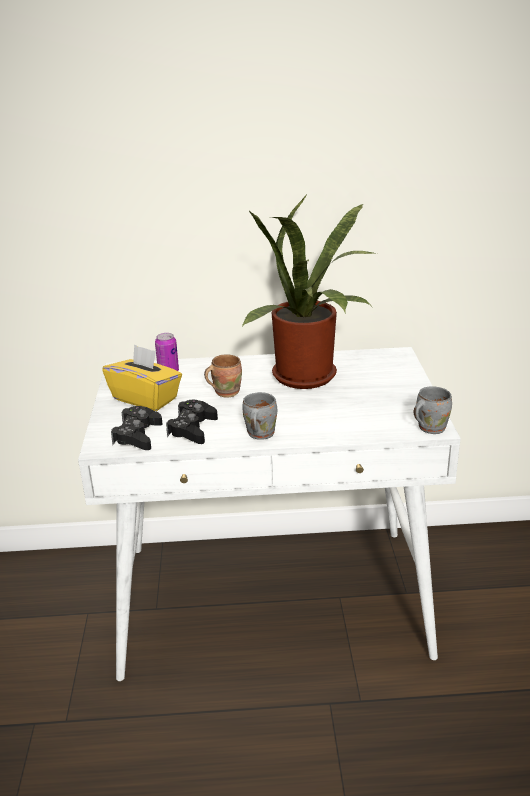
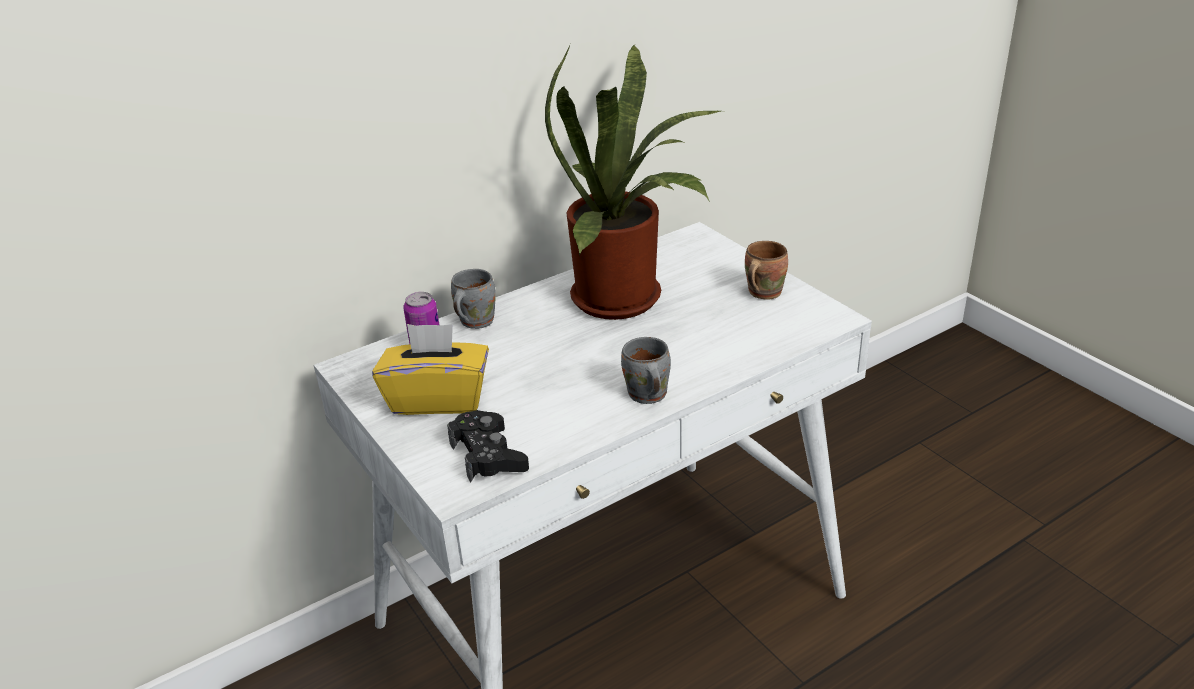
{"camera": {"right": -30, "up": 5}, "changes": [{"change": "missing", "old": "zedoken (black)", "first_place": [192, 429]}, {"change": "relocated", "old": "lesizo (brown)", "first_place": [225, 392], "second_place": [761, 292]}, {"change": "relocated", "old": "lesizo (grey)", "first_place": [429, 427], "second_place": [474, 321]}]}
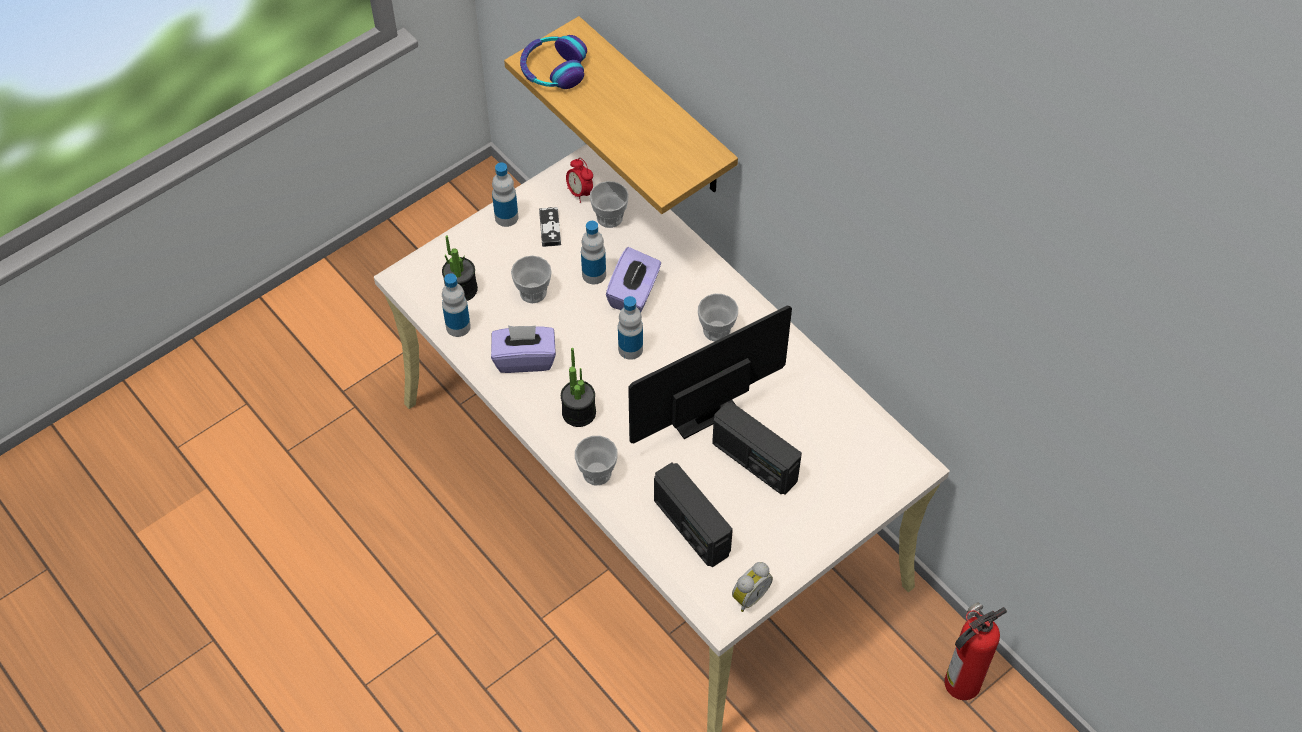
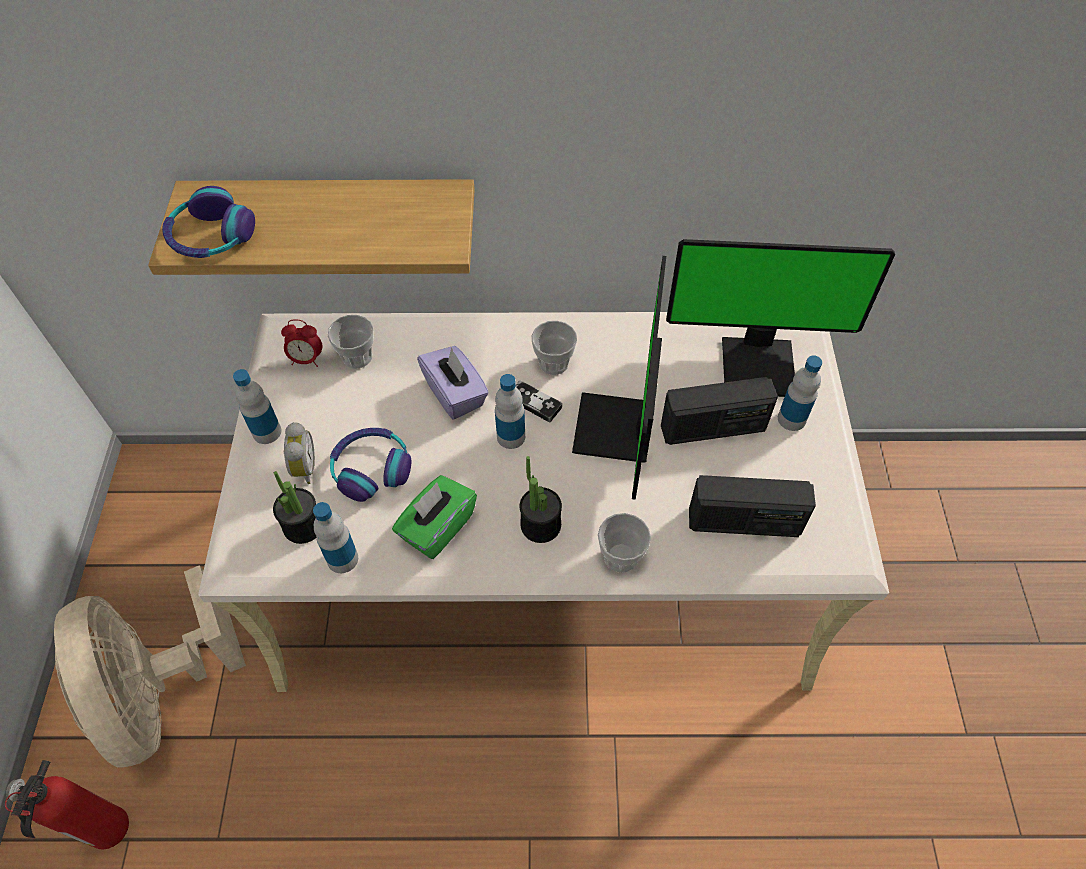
{"camera": {"right": -50, "up": 0}, "changes": [{"change": "colour", "old": "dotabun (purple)", "new": "dotabun (green)", "first_place": [524, 359], "second_place": [437, 527]}, {"change": "exchanged", "old": "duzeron", "new": "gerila", "first_place": [533, 292], "second_place": [371, 469]}, {"change": "relocated", "old": "zedoken", "first_place": [550, 228], "second_place": [534, 403]}, {"change": "relocated", "old": "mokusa", "first_place": [594, 274], "second_place": [791, 419]}, {"change": "relocated", "old": "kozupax", "first_place": [749, 596], "second_place": [303, 468]}, {"change": "relocated", "old": "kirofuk", "first_place": [960, 684], "second_place": [107, 831]}, {"change": "appeared", "new": "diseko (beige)", "second_place": [162, 691]}, {"change": "appeared", "new": "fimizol", "second_place": [758, 364]}]}
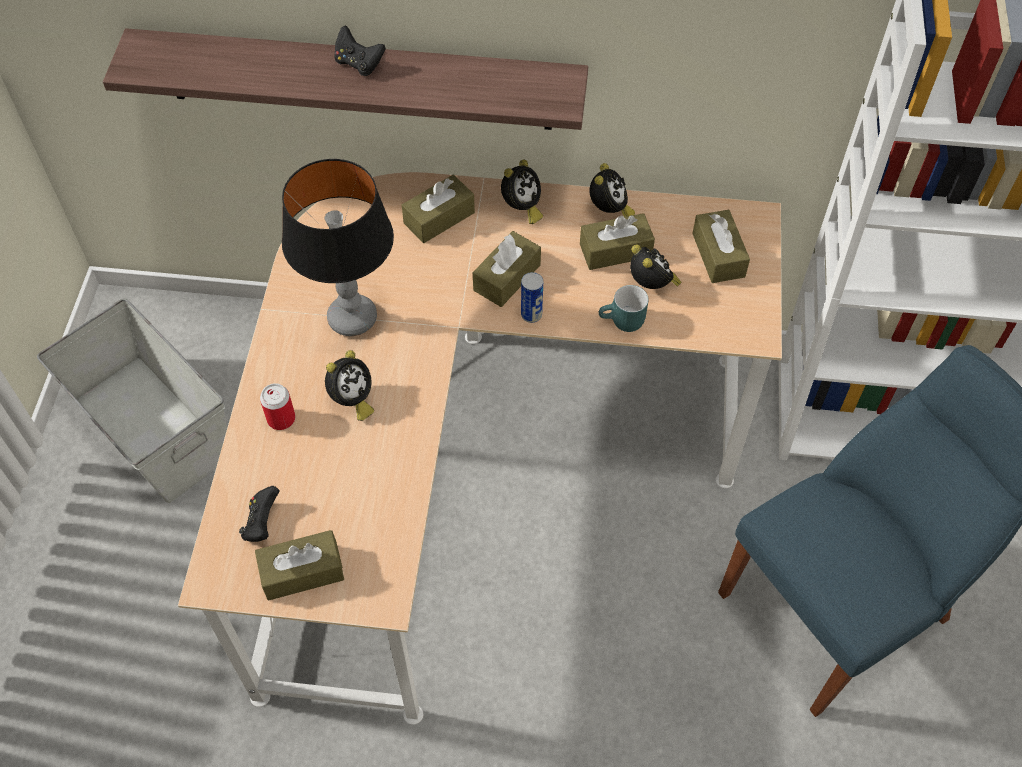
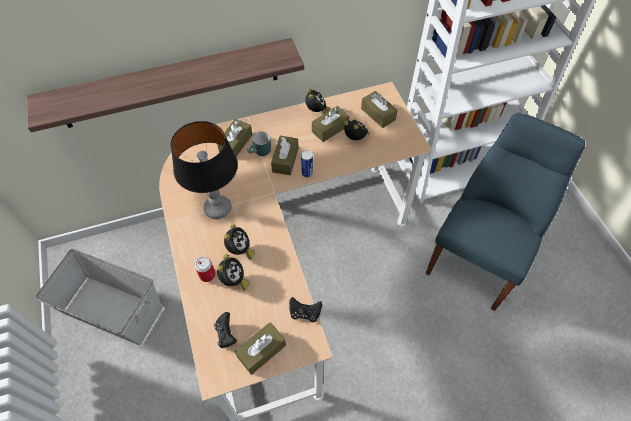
{"camera": {"right": -25, "up": 0}, "changes": [{"change": "relocated", "old": "zedoken (black)", "first_place": [359, 64], "second_place": [305, 313]}, {"change": "relocated", "old": "kozupax", "first_place": [521, 208], "second_place": [234, 281]}, {"change": "relocated", "old": "lesizo (turquoise)", "first_place": [623, 323], "second_place": [260, 152]}]}
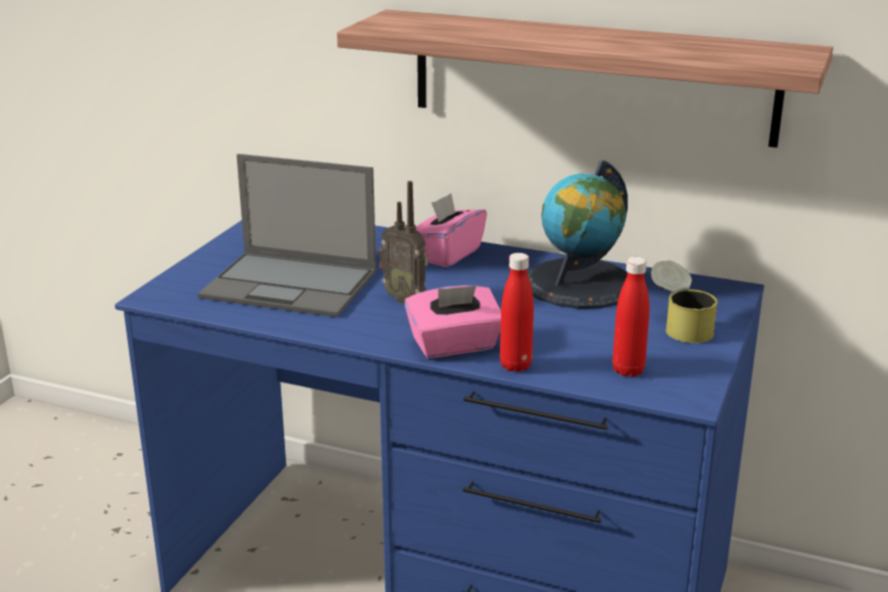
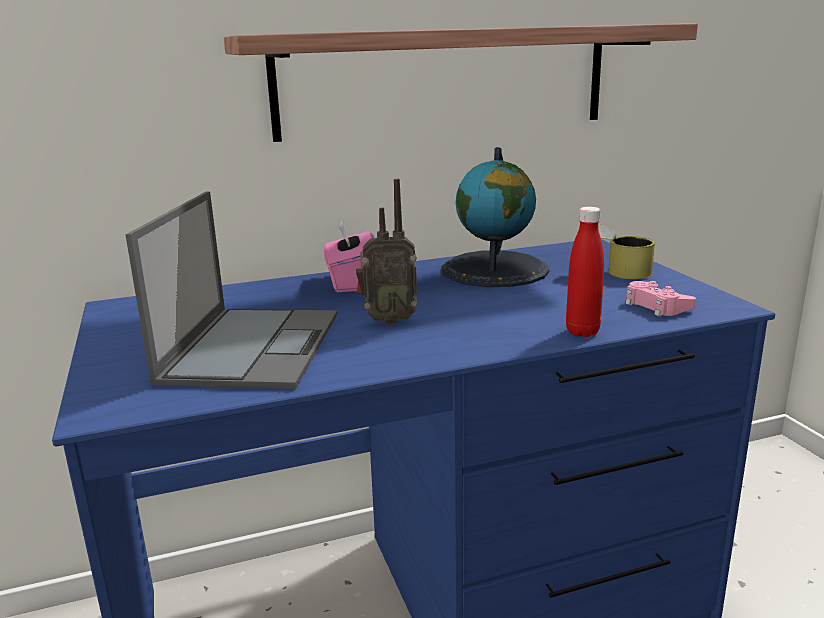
{"camera": {"right": -40, "up": -5}, "changes": [{"change": "spun", "old": "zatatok", "first_place": [292, 285], "second_place": [253, 346], "degrees": -60}, {"change": "missing", "old": "dotabun (pink)", "first_place": [454, 346]}, {"change": "exchanged", "old": "mokusa (red)", "new": "zedoken (pink)", "first_place": [628, 370], "second_place": [656, 306]}]}
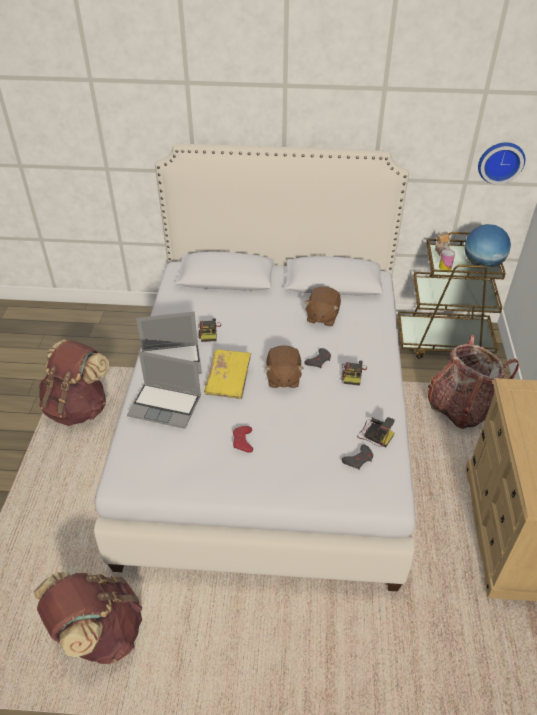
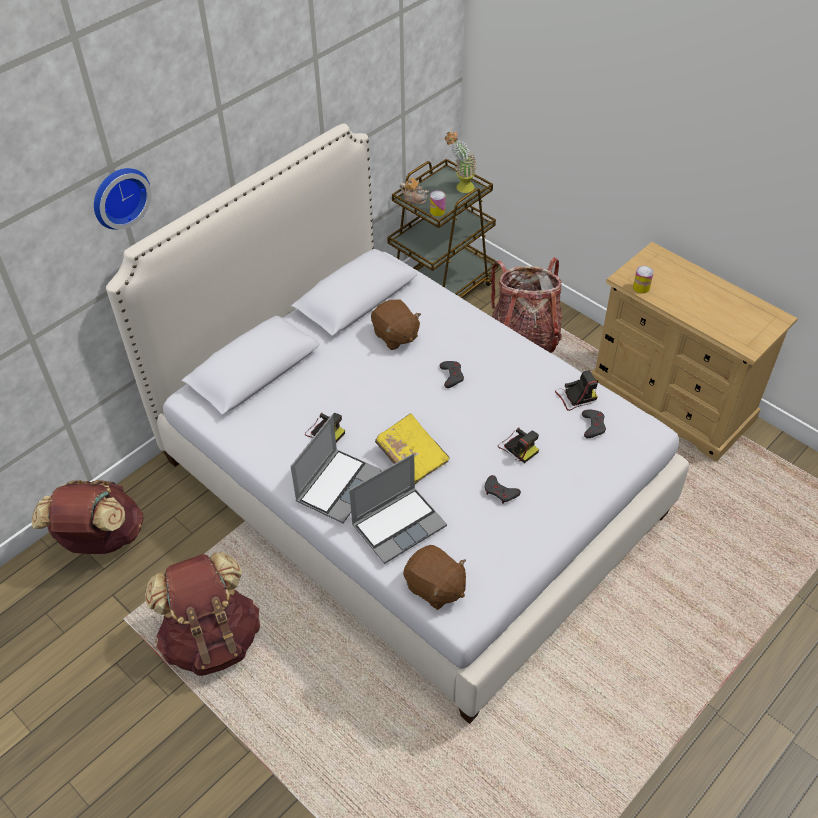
{"camera": {"right": -50, "up": 5}, "changes": [{"change": "relocated", "old": "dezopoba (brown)", "first_place": [99, 632], "second_place": [100, 540]}, {"change": "colour", "old": "zedoken (red)", "new": "zedoken (grey)", "first_place": [243, 441], "second_place": [500, 492]}, {"change": "relocated", "old": "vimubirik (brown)", "first_place": [283, 378], "second_place": [435, 587]}, {"change": "relocated", "old": "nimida", "first_place": [353, 374], "second_place": [518, 447]}, {"change": "exchanged", "old": "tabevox", "new": "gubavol", "first_place": [482, 264], "second_place": [460, 188]}, {"change": "relocated", "old": "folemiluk", "first_place": [500, 161], "second_place": [119, 196]}, {"change": "appeared", "new": "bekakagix", "second_place": [641, 287]}]}
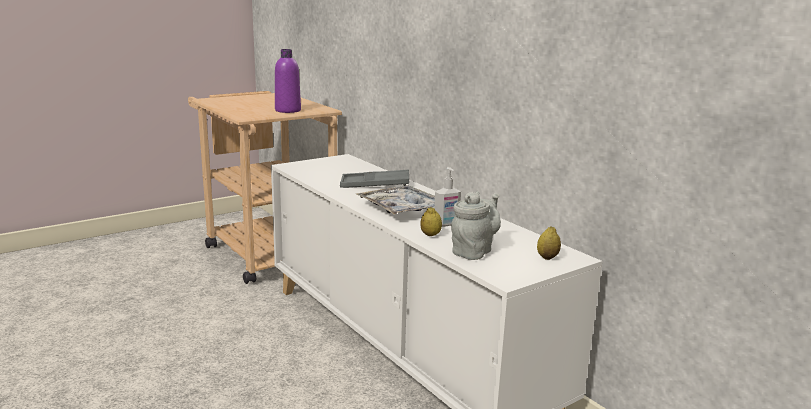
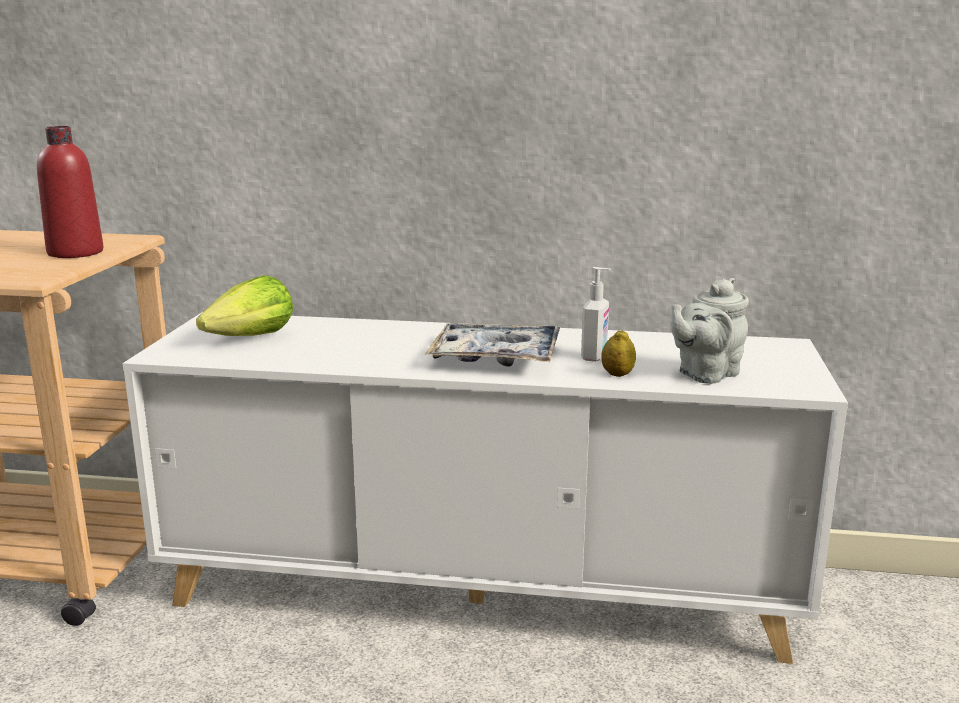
{"camera": {"right": -45, "up": 0}, "changes": [{"change": "colour", "old": "mokusa (purple)", "new": "mokusa (red)", "first_place": [288, 110], "second_place": [75, 253]}, {"change": "missing", "old": "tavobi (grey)", "first_place": [375, 184]}, {"change": "spun", "old": "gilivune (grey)", "first_place": [474, 251], "second_place": [705, 374], "degrees": -120}, {"change": "missing", "old": "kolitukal", "first_place": [547, 257]}, {"change": "appeared", "new": "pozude", "second_place": [252, 338]}]}
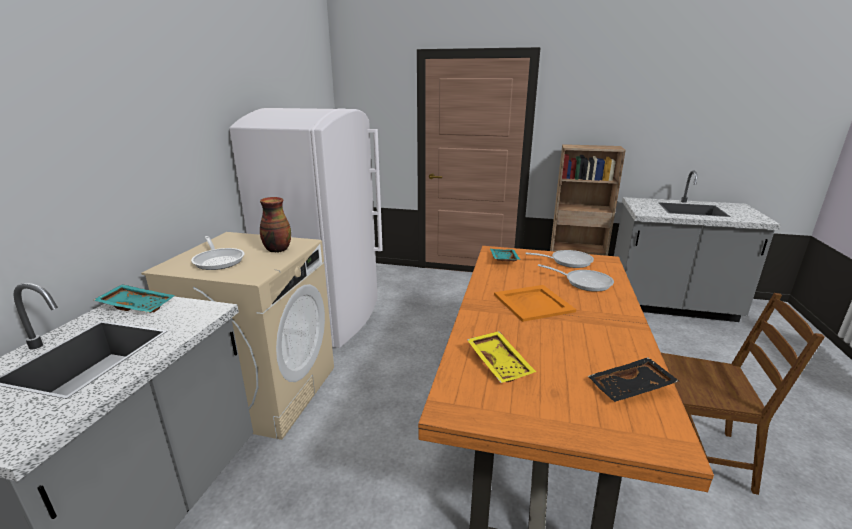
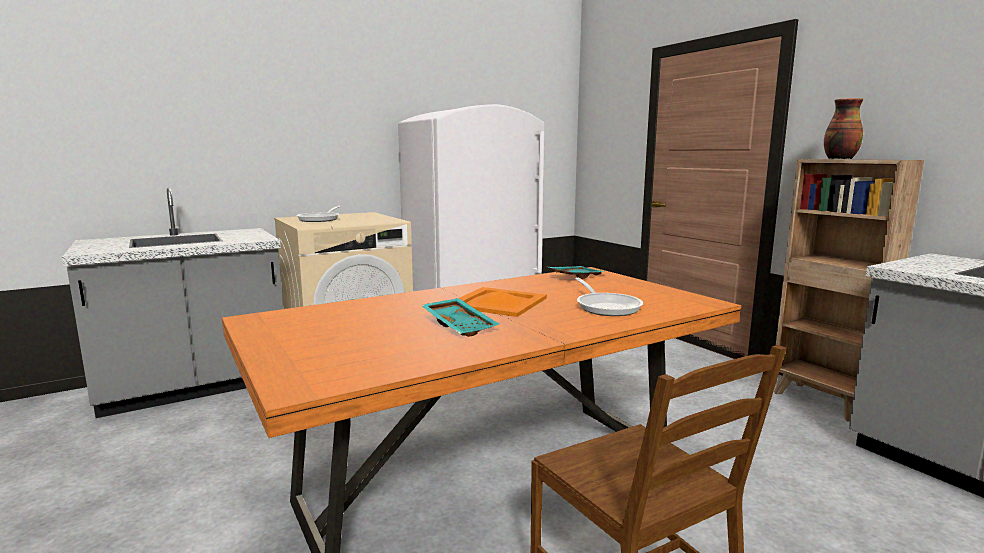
{"camera": {"right": 45, "up": -10}, "changes": [{"change": "relocated", "old": "tavobi (turquoise)", "first_place": [138, 305], "second_place": [460, 325]}, {"change": "relocated", "old": "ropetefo", "first_place": [277, 249], "second_place": [839, 159]}, {"change": "missing", "old": "tavobi (yellow)", "first_place": [500, 363]}, {"change": "missing", "old": "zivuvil", "first_place": [567, 261]}, {"change": "missing", "old": "tavobi (black)", "first_place": [631, 388]}]}
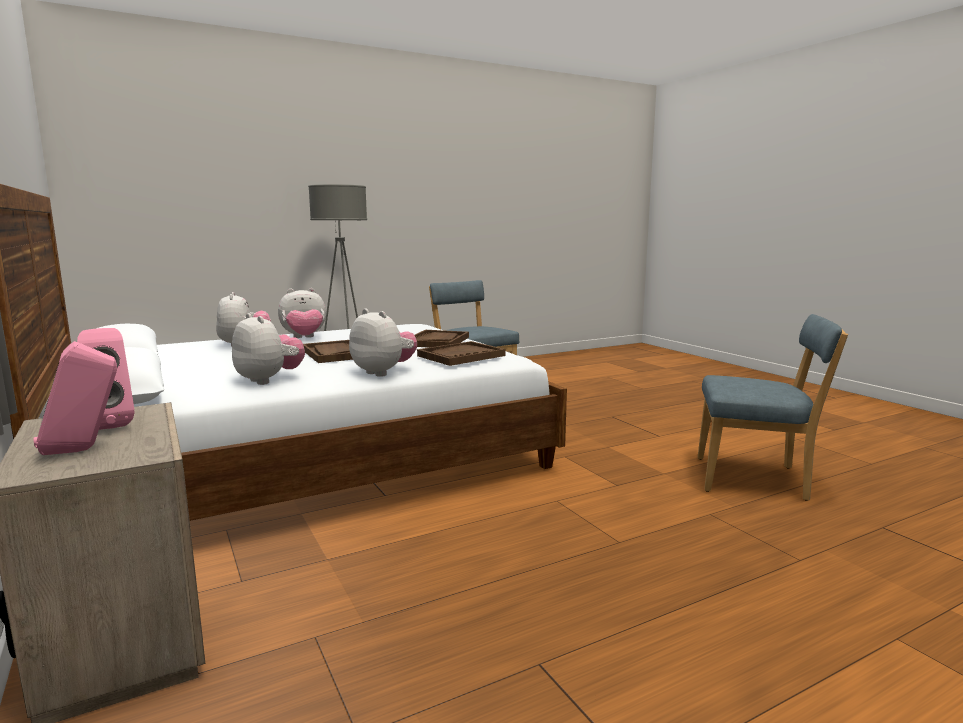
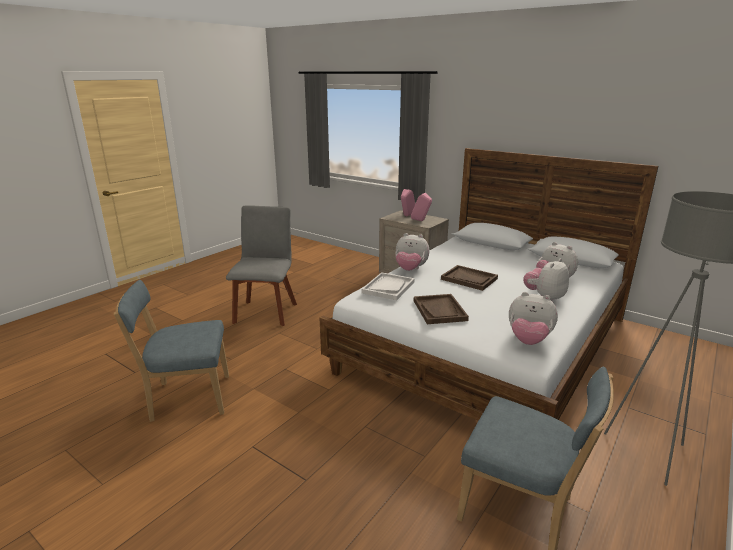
{"camera": {"right": 155, "up": 10}, "changes": [{"change": "relocated", "old": "vimubirik", "first_place": [269, 380], "second_place": [528, 340]}, {"change": "colour", "old": "tavobi (brown)", "new": "tavobi (white)", "first_place": [461, 356], "second_place": [388, 287]}, {"change": "appeared", "new": "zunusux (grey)", "second_place": [266, 311]}]}
